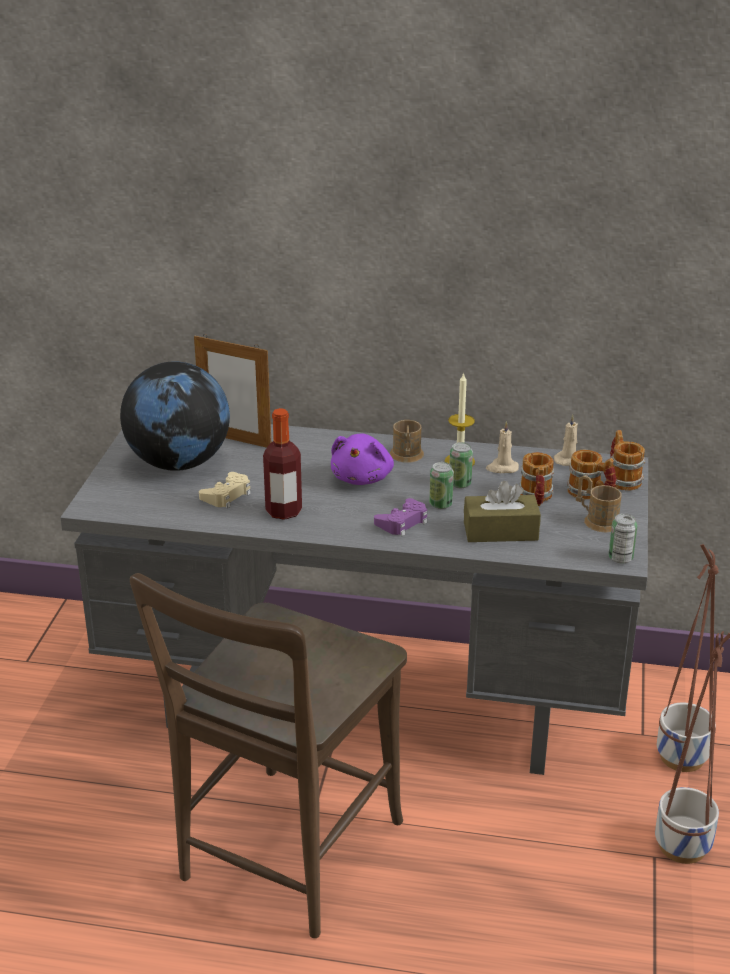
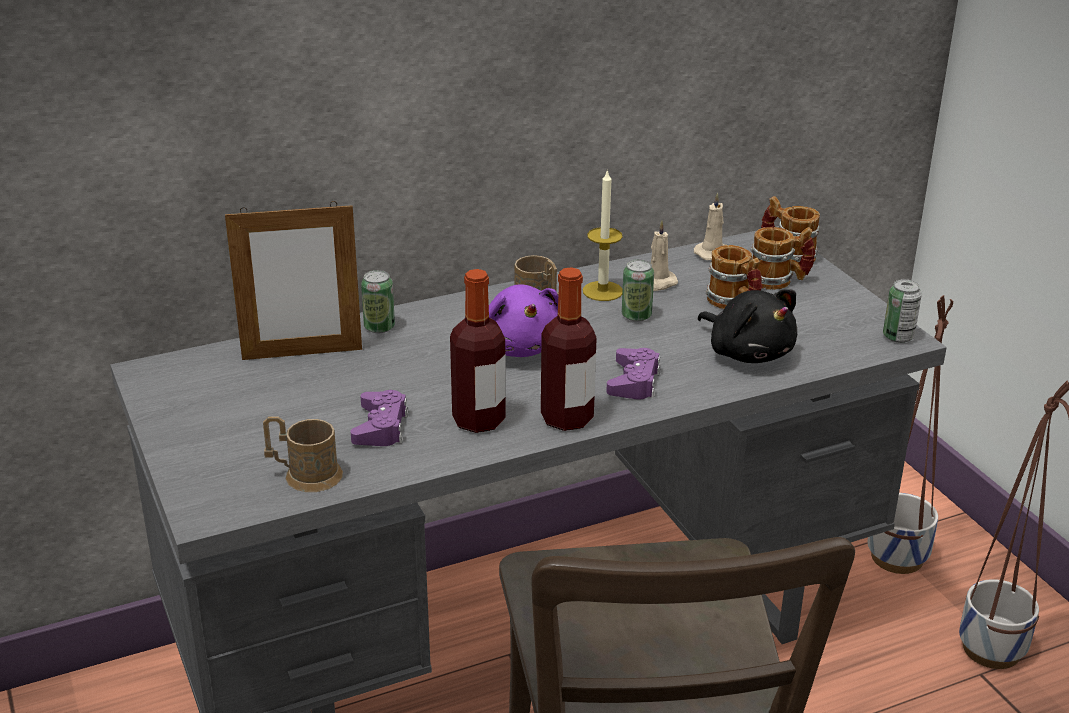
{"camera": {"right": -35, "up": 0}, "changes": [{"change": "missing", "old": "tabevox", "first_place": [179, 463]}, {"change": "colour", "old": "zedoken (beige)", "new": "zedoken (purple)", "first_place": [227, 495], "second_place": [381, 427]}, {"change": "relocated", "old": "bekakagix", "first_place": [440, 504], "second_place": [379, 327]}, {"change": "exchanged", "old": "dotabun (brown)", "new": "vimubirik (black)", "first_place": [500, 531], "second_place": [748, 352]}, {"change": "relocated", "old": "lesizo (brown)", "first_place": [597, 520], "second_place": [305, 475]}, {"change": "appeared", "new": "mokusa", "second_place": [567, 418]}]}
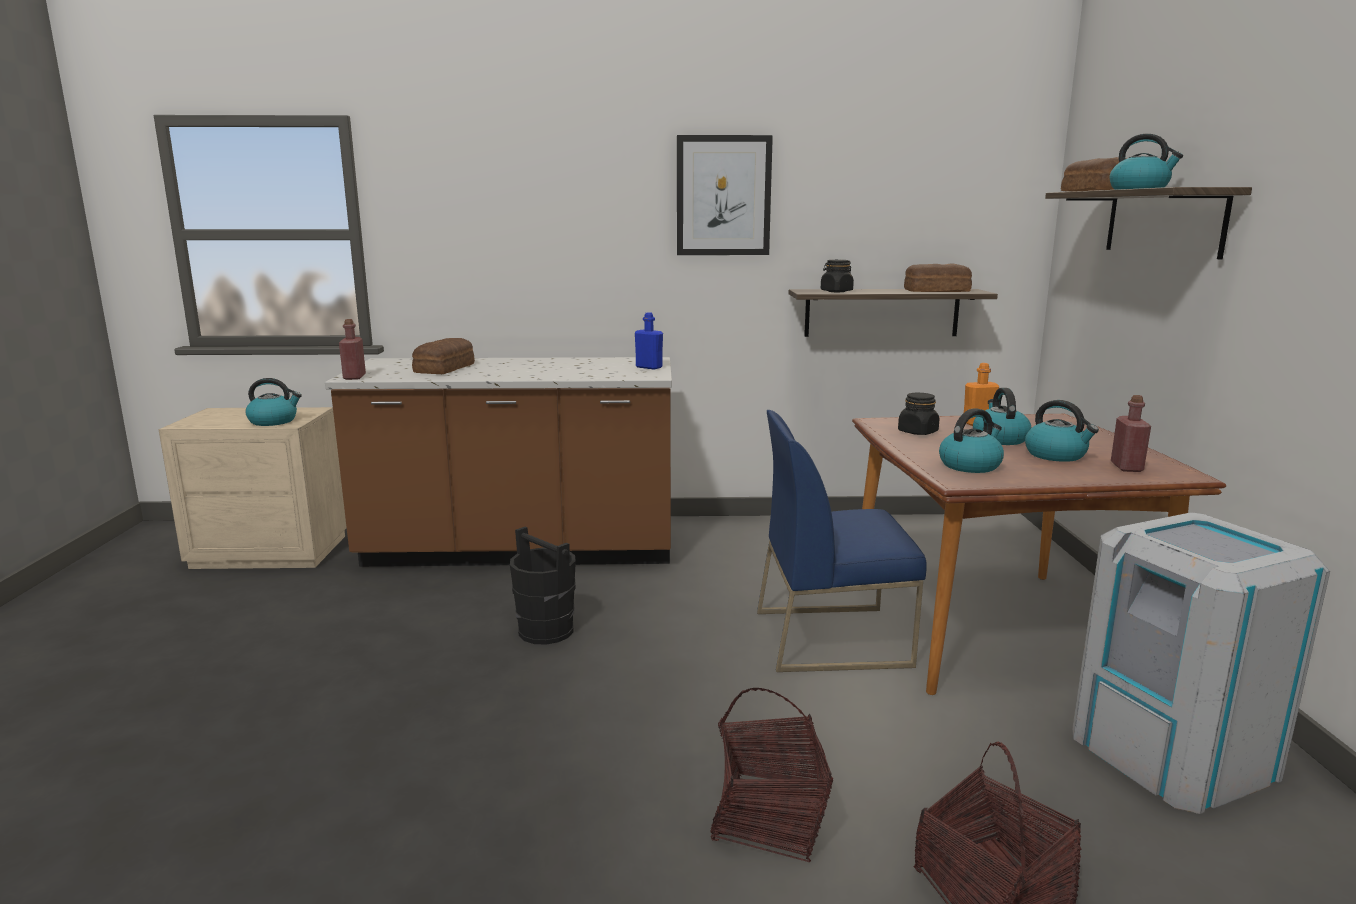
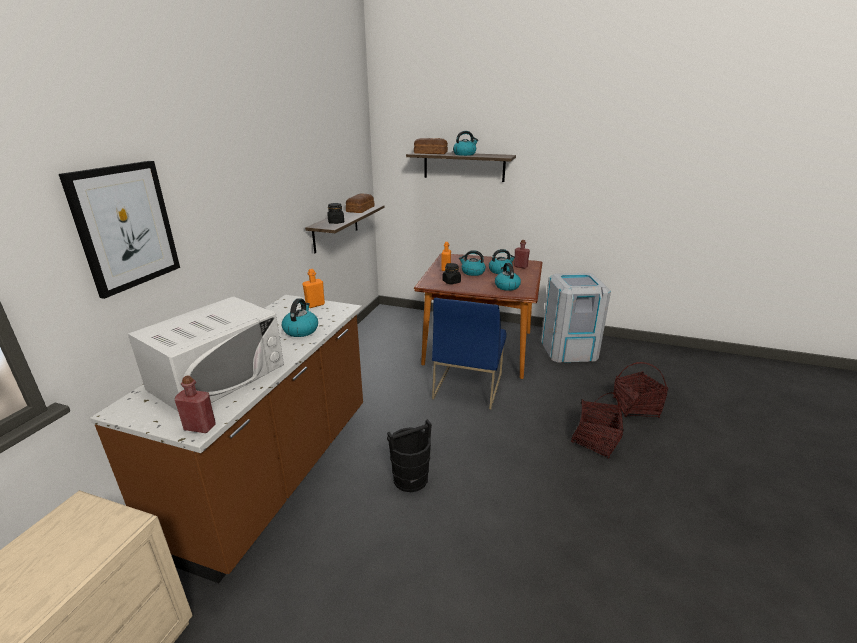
{"camera": {"right": -70, "up": 10}, "changes": [{"change": "relocated", "old": "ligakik", "first_place": [274, 421], "second_place": [301, 330]}, {"change": "exchanged", "old": "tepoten", "new": "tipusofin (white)", "first_place": [446, 368], "second_place": [218, 376]}, {"change": "colour", "old": "mokusa (blue)", "new": "mokusa (orange)", "first_place": [649, 367], "second_place": [315, 305]}, {"change": "relocated", "old": "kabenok", "first_place": [723, 196], "second_place": [125, 227]}]}
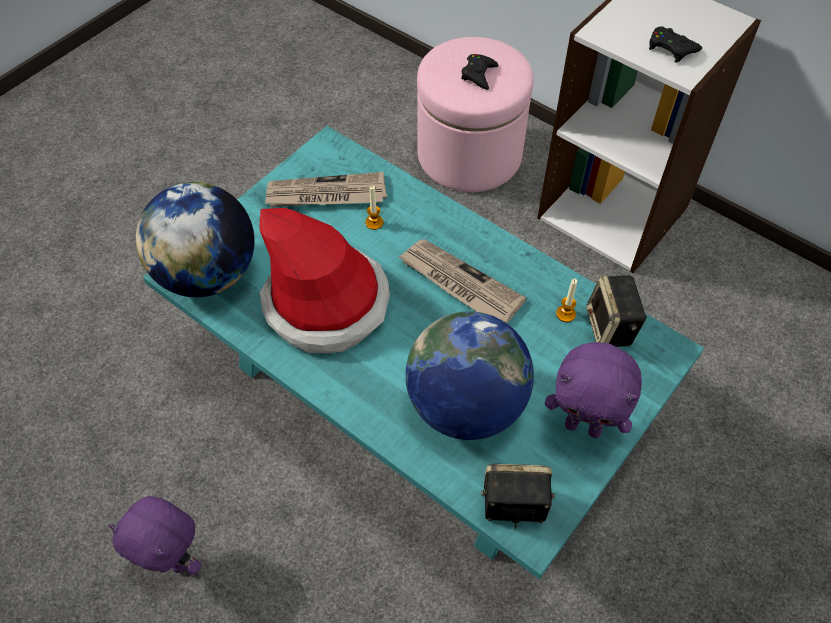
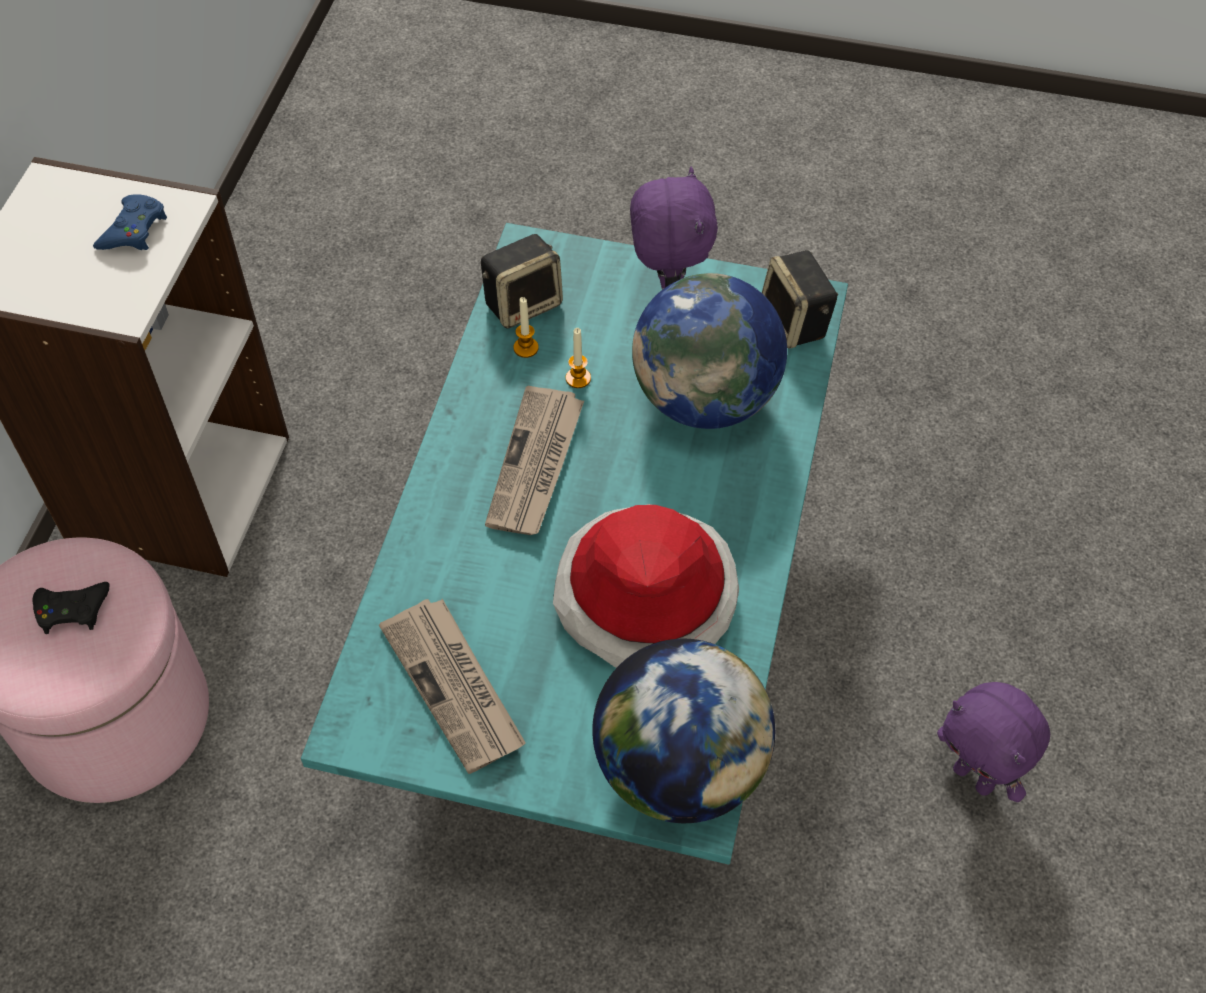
{"camera": {"right": -115, "up": 0}, "changes": [{"change": "spun", "old": "vimubirik (purple)", "first_place": [174, 560], "second_place": [975, 777], "degrees": 135}, {"change": "relocated", "old": "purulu", "first_place": [374, 222], "second_place": [578, 378]}, {"change": "colour", "old": "zedoken (black)", "new": "zedoken (blue)", "first_place": [671, 48], "second_place": [133, 230]}]}
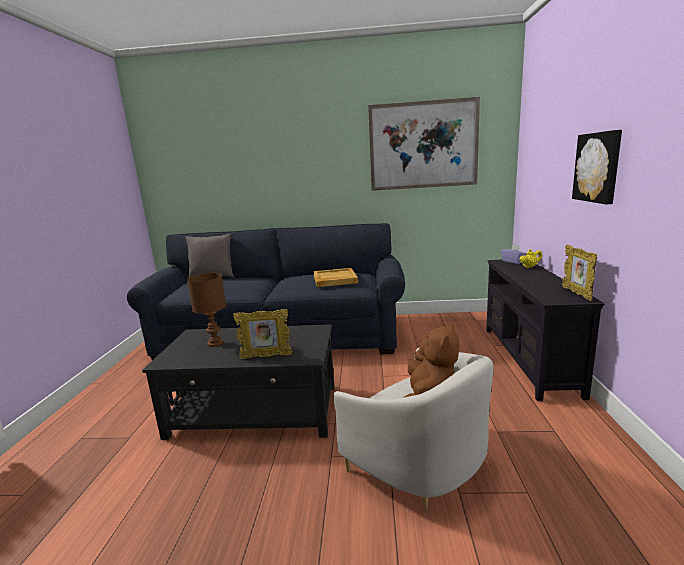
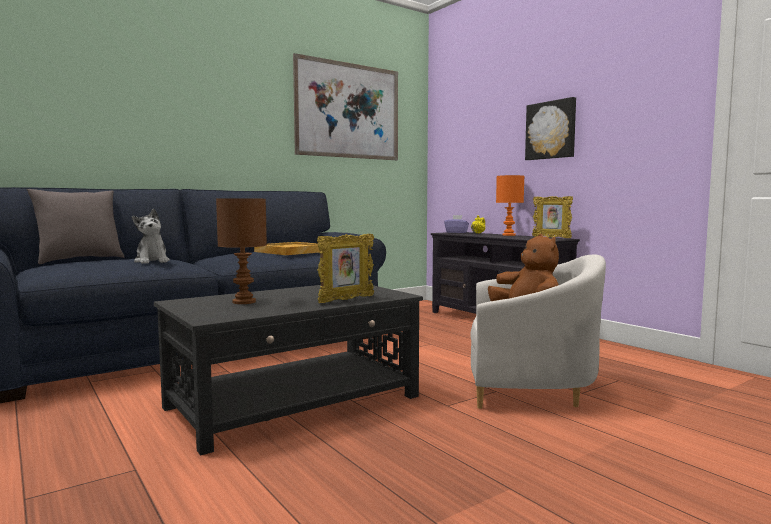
{"camera": {"right": -40, "up": -10}, "changes": [{"change": "appeared", "new": "vimubirik", "second_place": [152, 261]}, {"change": "appeared", "new": "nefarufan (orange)", "second_place": [508, 235]}]}
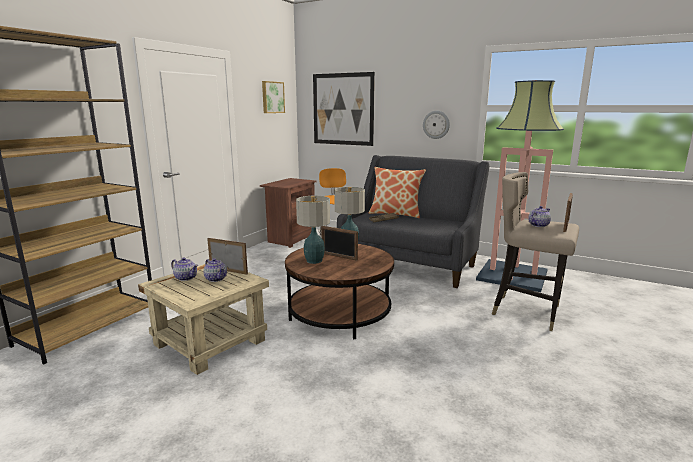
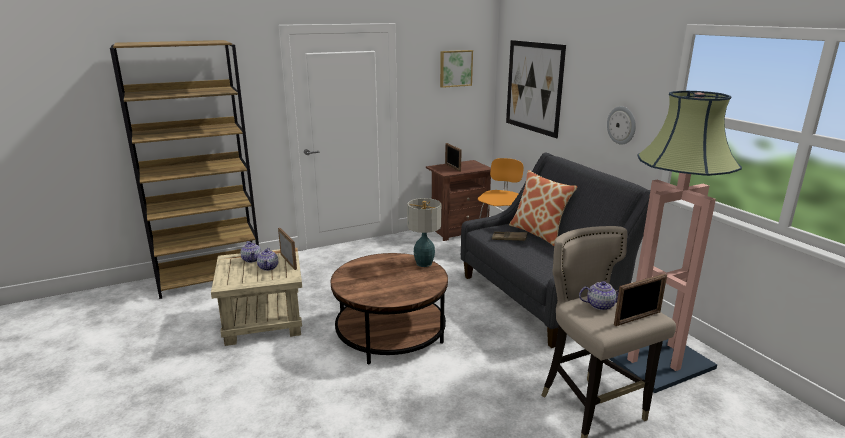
{"camera": {"right": 35, "up": 5}, "changes": [{"change": "missing", "old": "nefarufan", "first_place": [314, 260]}, {"change": "relocated", "old": "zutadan", "first_place": [339, 256], "second_place": [452, 167]}]}
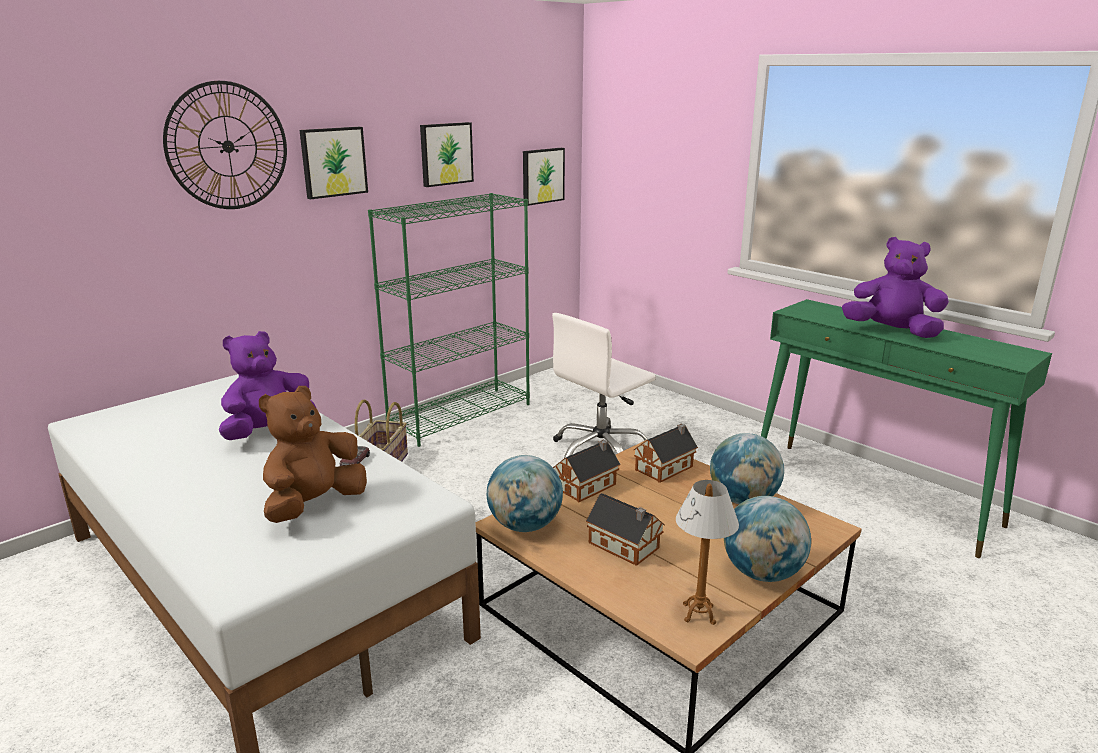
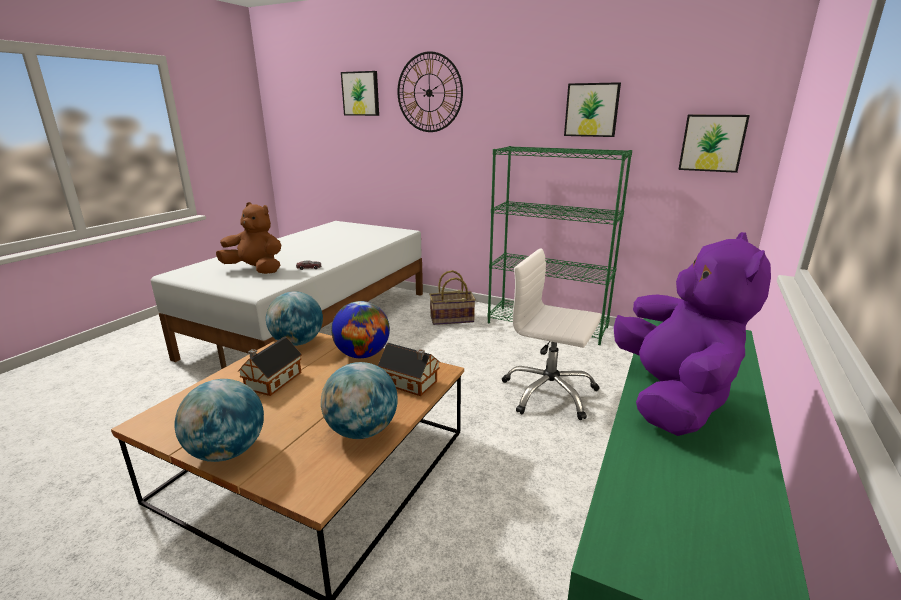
{"camera": {"right": 70, "up": 0}, "changes": [{"change": "missing", "old": "vimubirik (purple)", "first_place": [269, 432]}, {"change": "relocated", "old": "kabenok", "first_place": [333, 162], "second_place": [361, 93]}, {"change": "exchanged", "old": "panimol", "new": "tabevox", "first_place": [588, 486], "second_place": [362, 354]}, {"change": "missing", "old": "nefarufan", "first_place": [699, 614]}]}
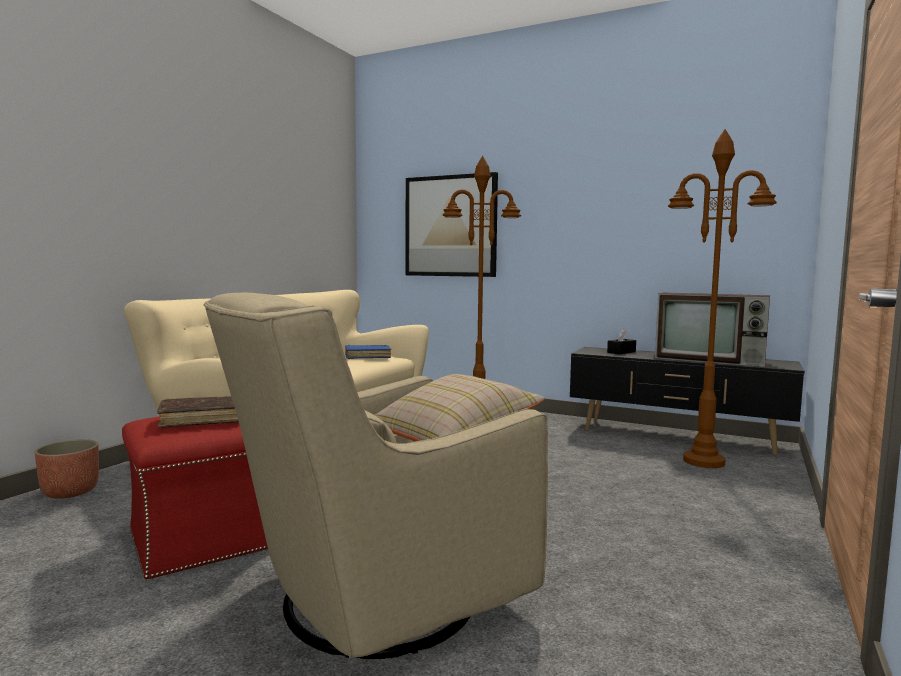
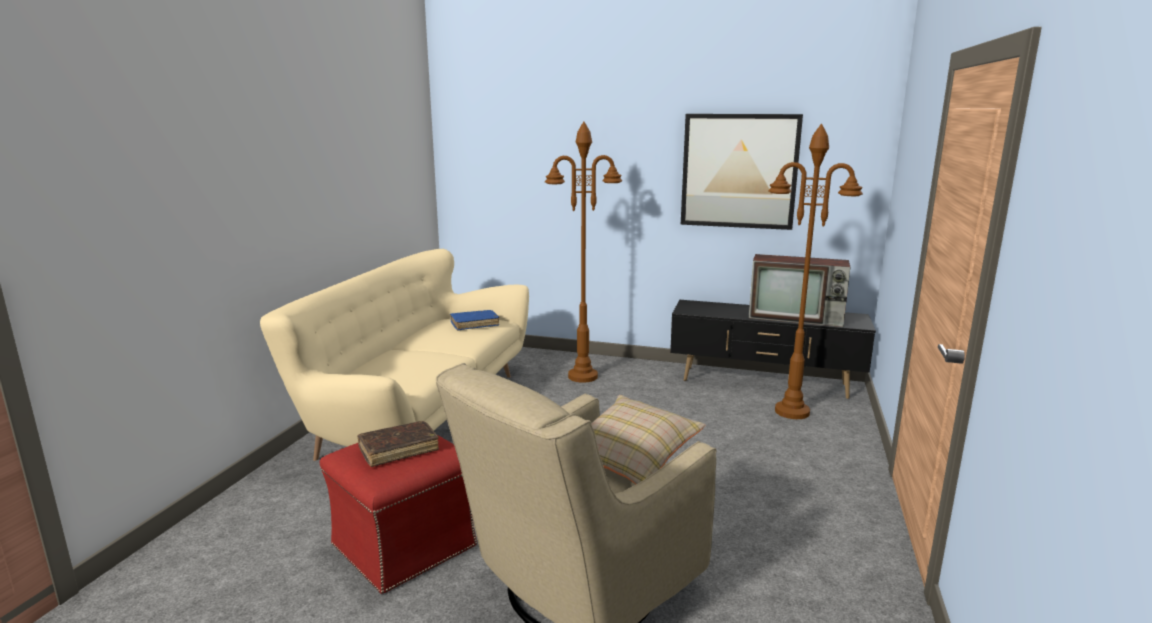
{"camera": {"right": -10, "up": 10}, "changes": [{"change": "missing", "old": "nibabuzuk", "first_place": [70, 492]}, {"change": "relocated", "old": "kabenok", "first_place": [450, 226], "second_place": [739, 171]}, {"change": "missing", "old": "dotabun (black)", "first_place": [621, 352]}]}
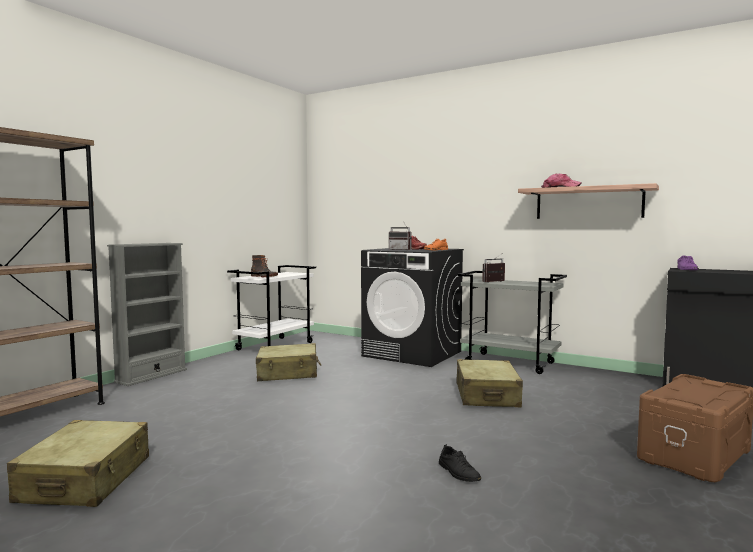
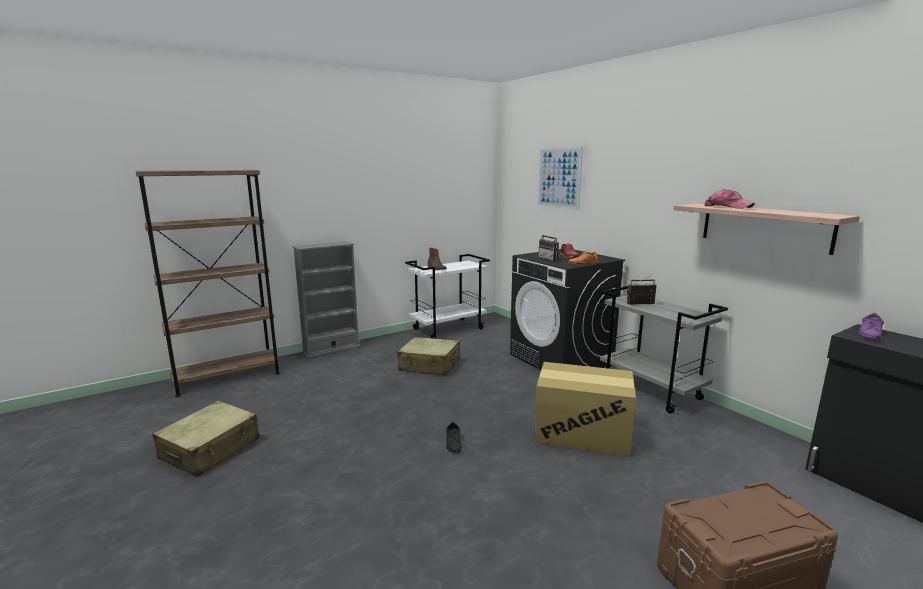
{"camera": {"right": 25, "up": 10}, "changes": [{"change": "relocated", "old": "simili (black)", "first_place": [458, 472], "second_place": [453, 443]}, {"change": "exchanged", "old": "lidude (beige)", "new": "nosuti", "first_place": [487, 395], "second_place": [581, 432]}, {"change": "appeared", "new": "kabenok", "second_place": [559, 178]}]}
